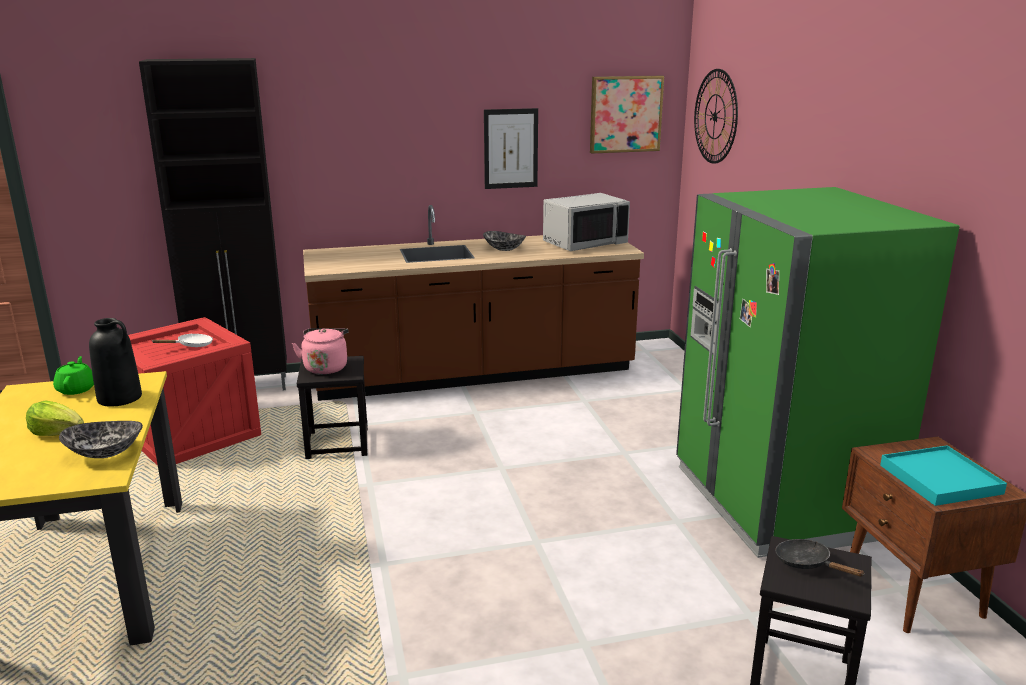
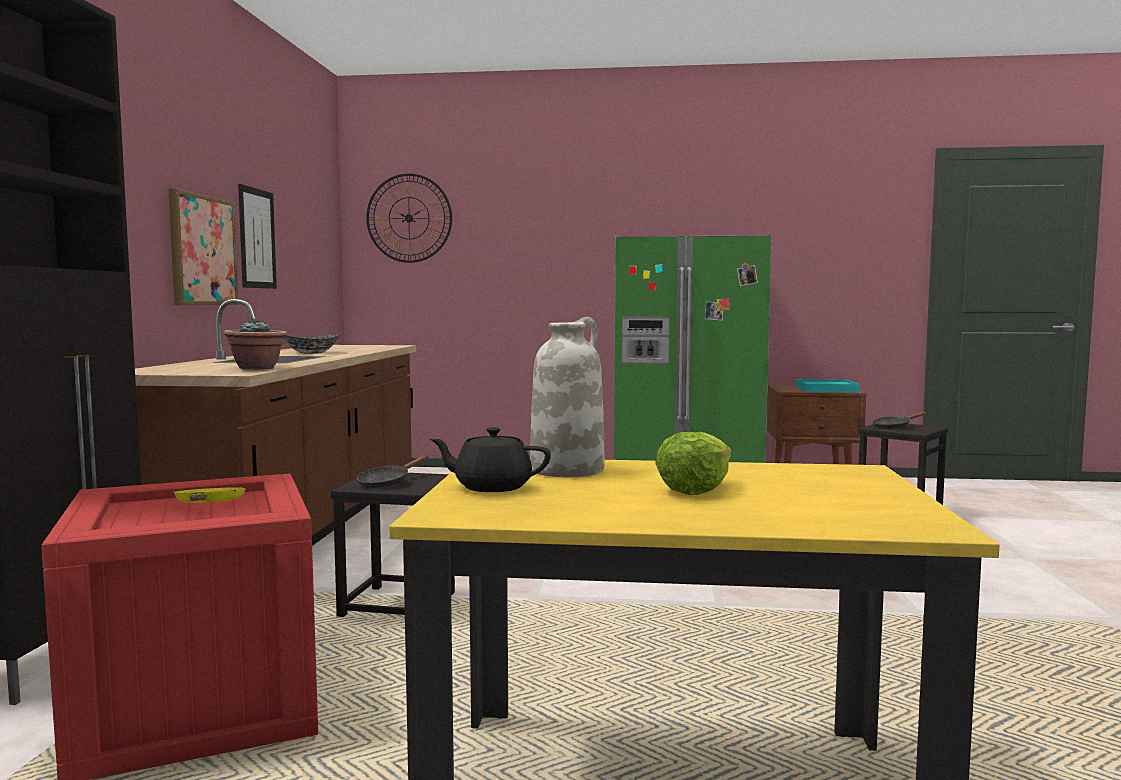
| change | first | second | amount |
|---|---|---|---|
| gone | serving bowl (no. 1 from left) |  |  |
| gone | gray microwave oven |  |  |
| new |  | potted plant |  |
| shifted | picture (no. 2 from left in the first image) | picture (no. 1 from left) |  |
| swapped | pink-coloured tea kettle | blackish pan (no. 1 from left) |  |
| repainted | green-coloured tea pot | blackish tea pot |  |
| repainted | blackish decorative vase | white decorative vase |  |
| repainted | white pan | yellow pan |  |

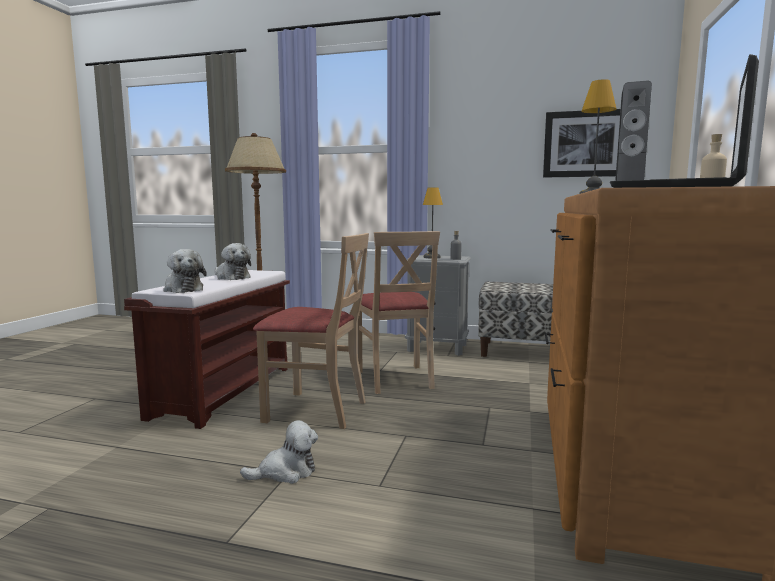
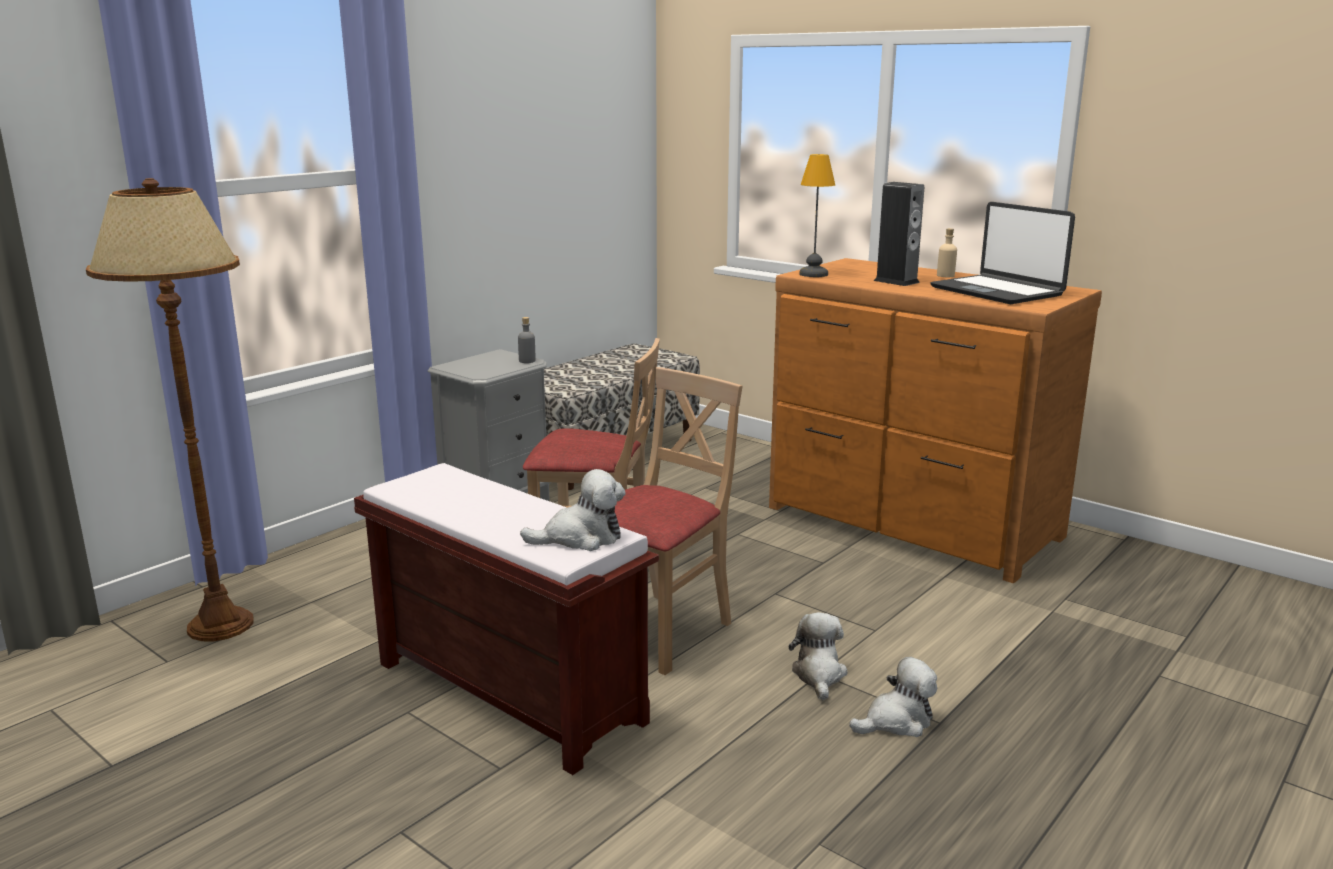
| change | first | second | amount |
|---|---|---|---|
| gone | table lamp (no. 1 from left) |  |  |
| gone | picture |  |  |
| shifted | plush toy (no. 2 from left in the first image) | plush toy (no. 3 from left) |  |

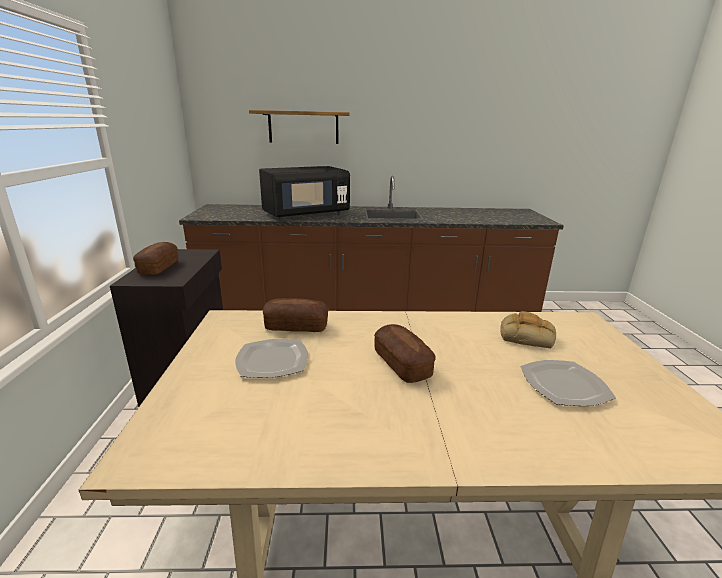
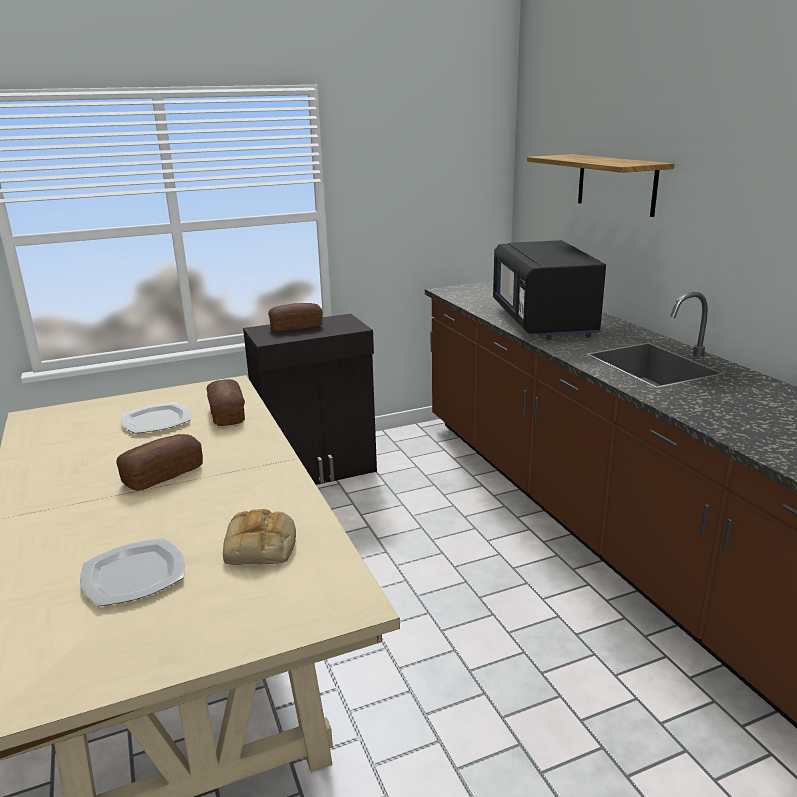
| change | first | second | amount |
|---|---|---|---|
| rotated | blackish microwave oven |  | 45 degrees clockwise |

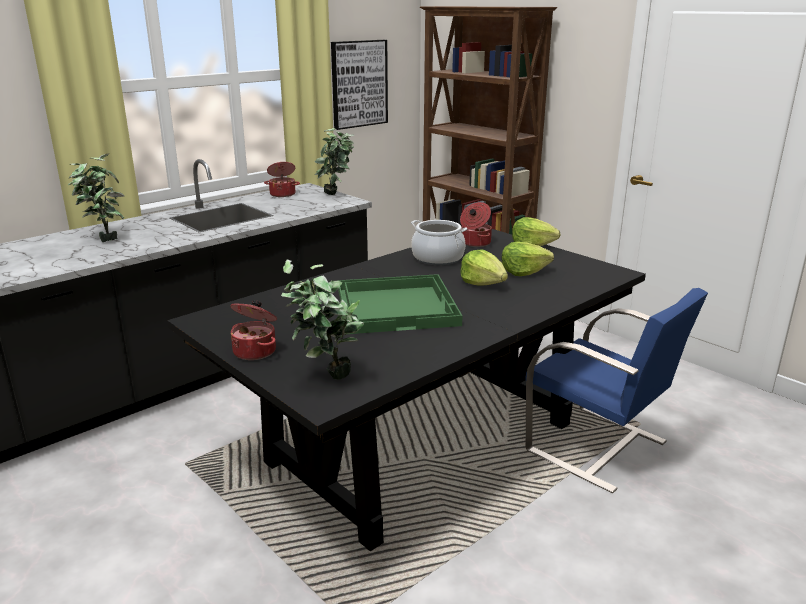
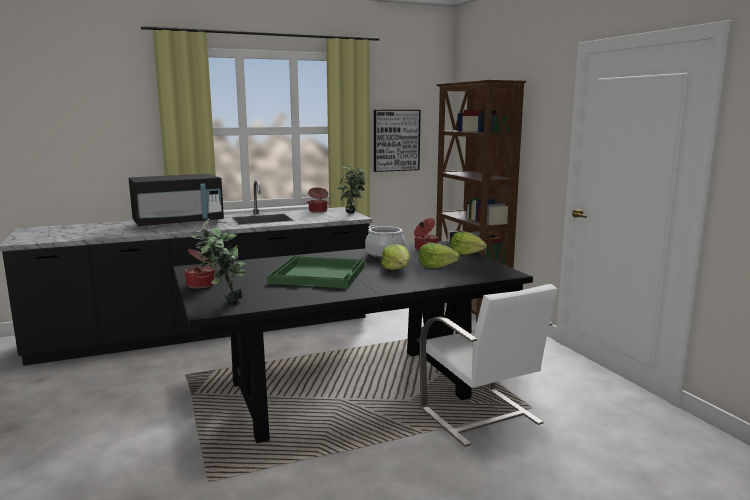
| change | first | second | amount |
|---|---|---|---|
| swapped | potted plant (no. 1 from left) | blackish microwave oven |  |
| repainted | blue plain chair | white plain chair |  |

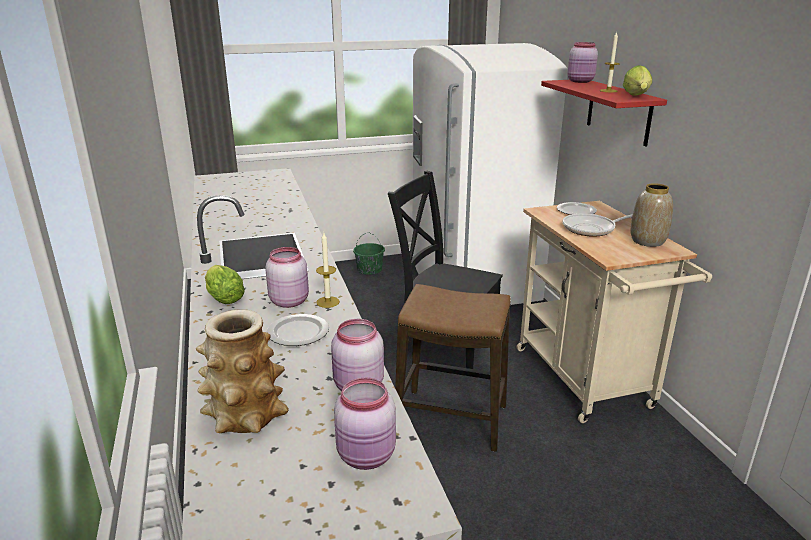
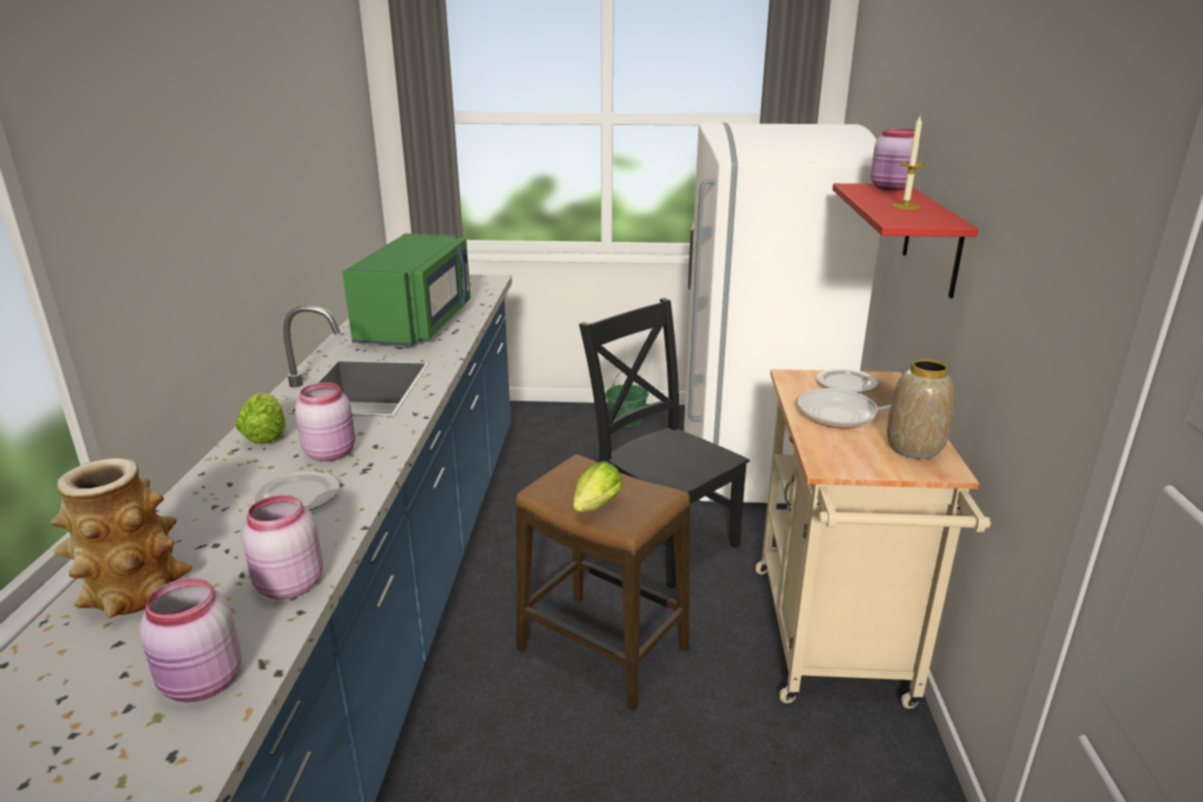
| change | first | second | amount |
|---|---|---|---|
| gone | wax light (no. 1 from left) |  |  |
| new |  | green-coloured microwave oven |  |
| shifted | lettuce head (no. 2 from left) |  |  |

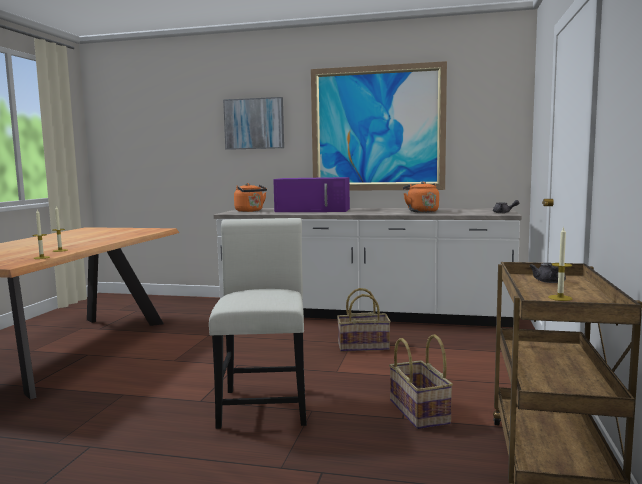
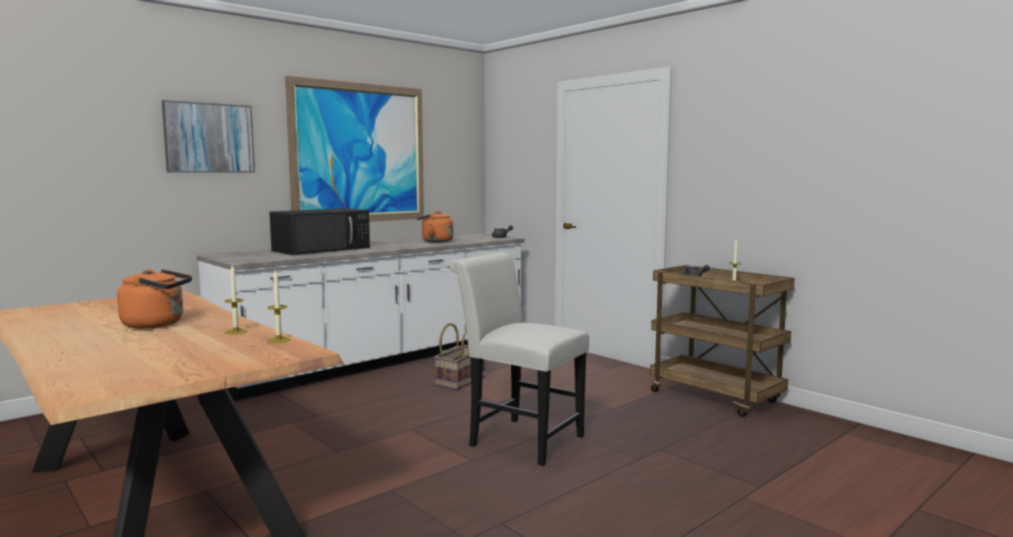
| change | first | second | amount |
|---|---|---|---|
| gone | household basket (no. 2 from left) |  |  |
| shifted | orangey tea kettle (no. 1 from left) |  |  |
| repainted | purple-coloured microwave oven | blackish microwave oven |  |

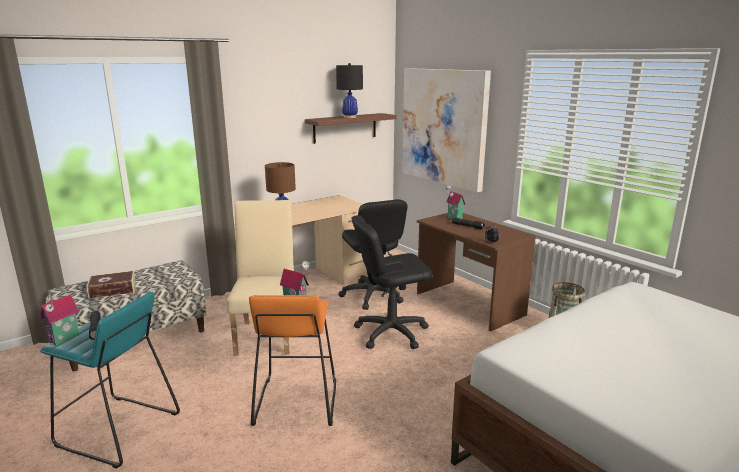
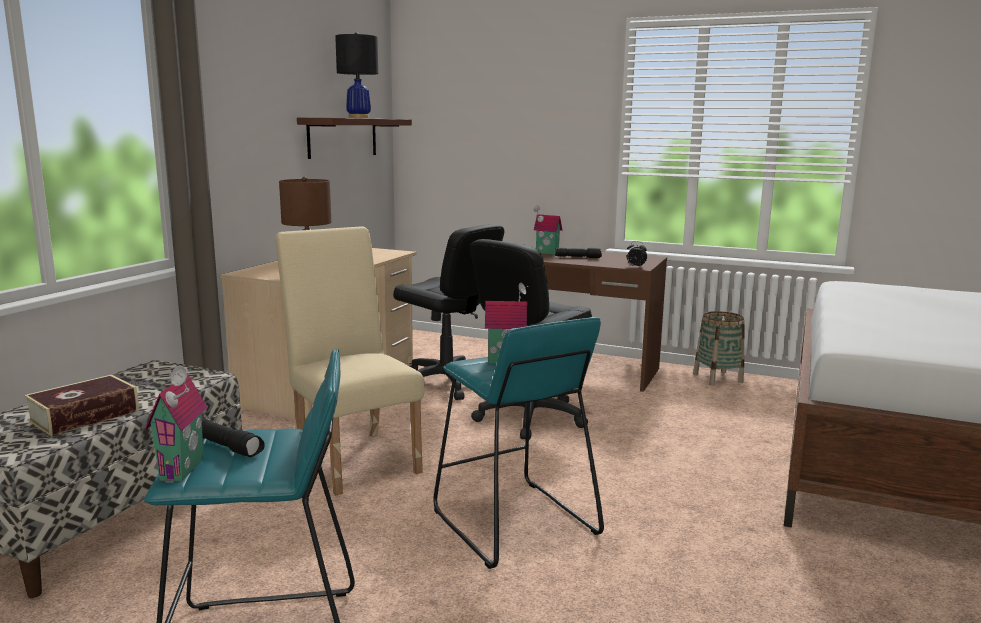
| change | first | second | amount |
|---|---|---|---|
| gone | picture |  |  |
| repainted | orangey stool seat | turquoise-coloured stool seat (no. 2 from left) |  |

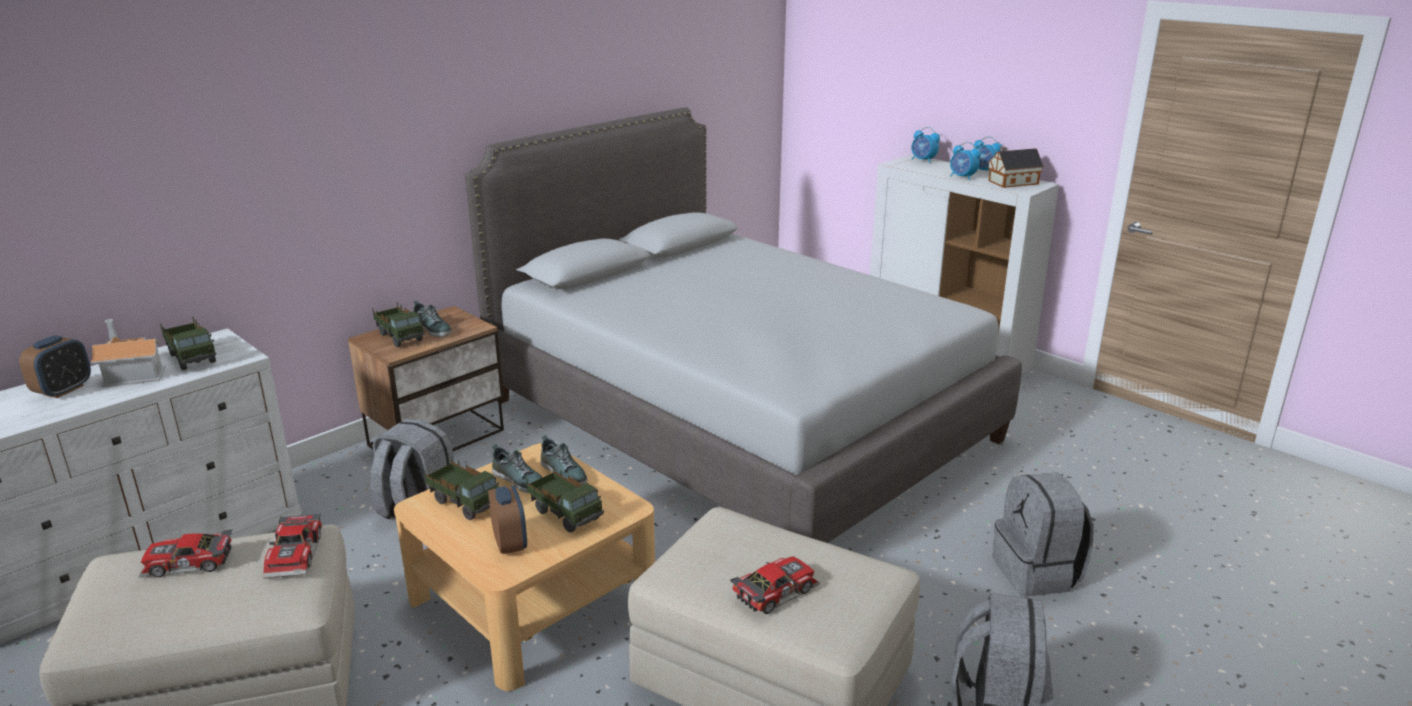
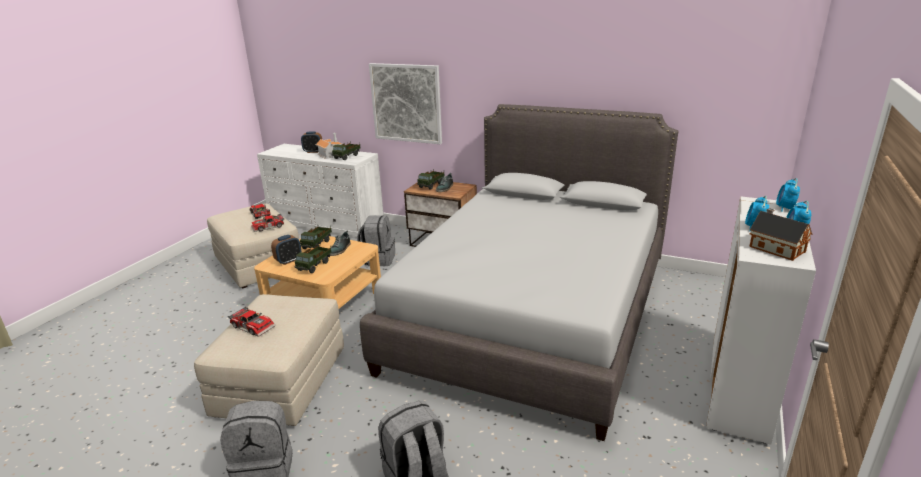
| change | first | second | amount |
|---|---|---|---|
| gone | item of footwear (no. 3 from left) |  |  |
| new |  | picture |  |

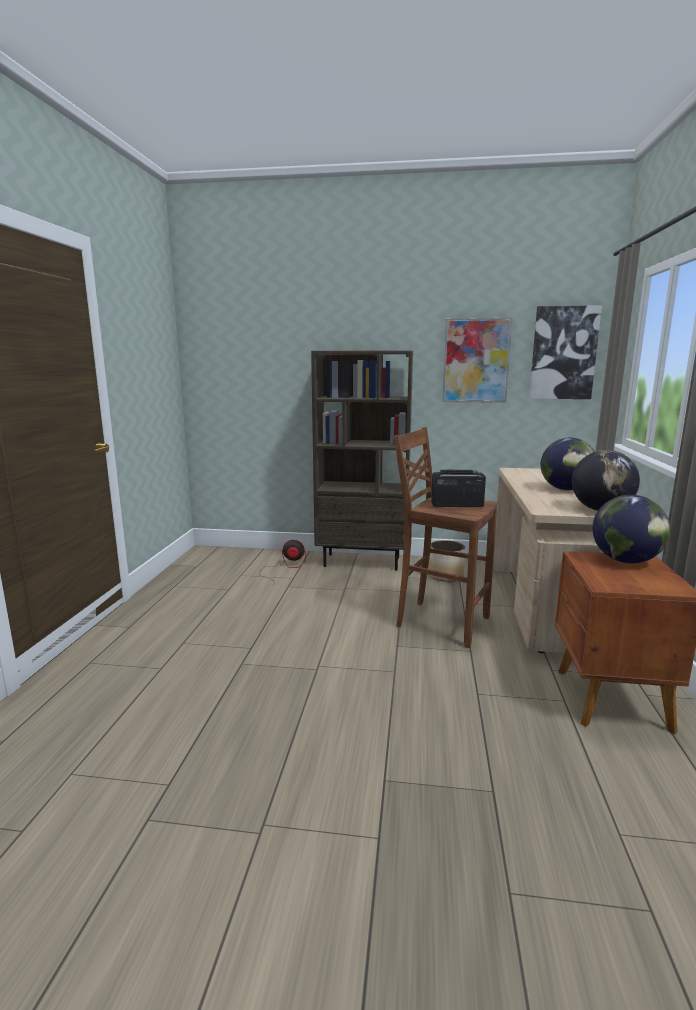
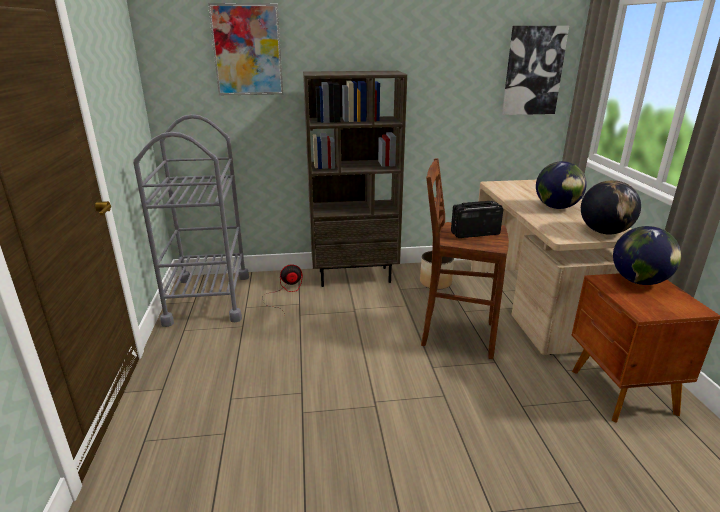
| change | first | second | amount |
|---|---|---|---|
| new |  | gray trolley |  |
| shifted | picture (no. 1 from left) |  |  |

